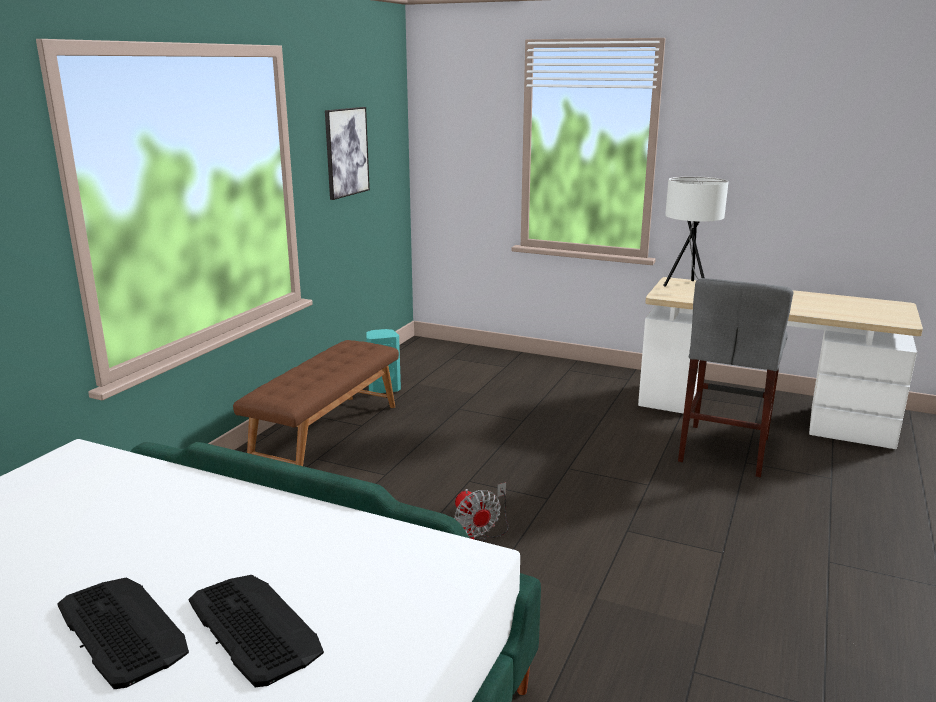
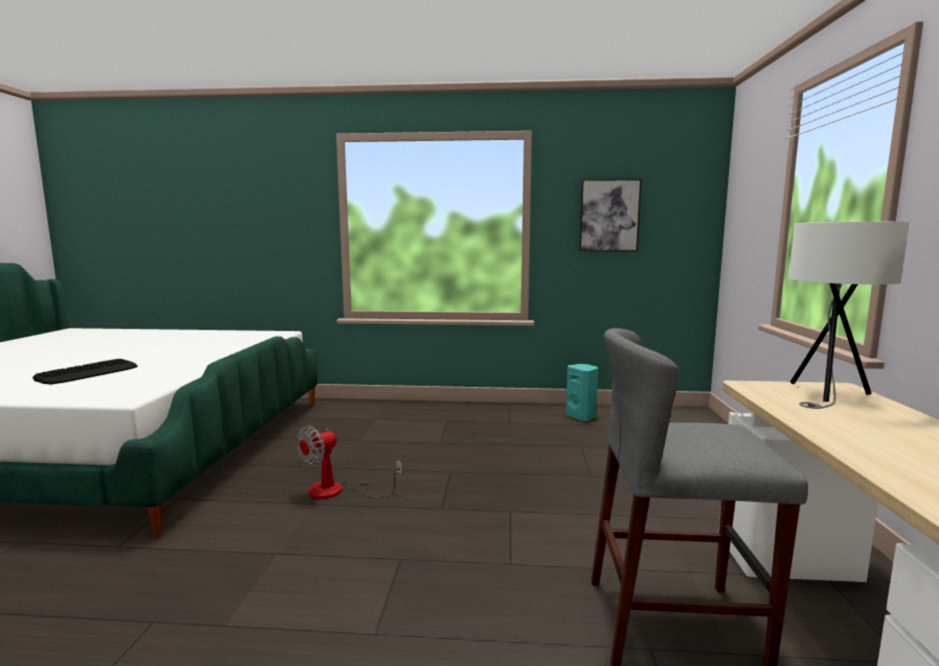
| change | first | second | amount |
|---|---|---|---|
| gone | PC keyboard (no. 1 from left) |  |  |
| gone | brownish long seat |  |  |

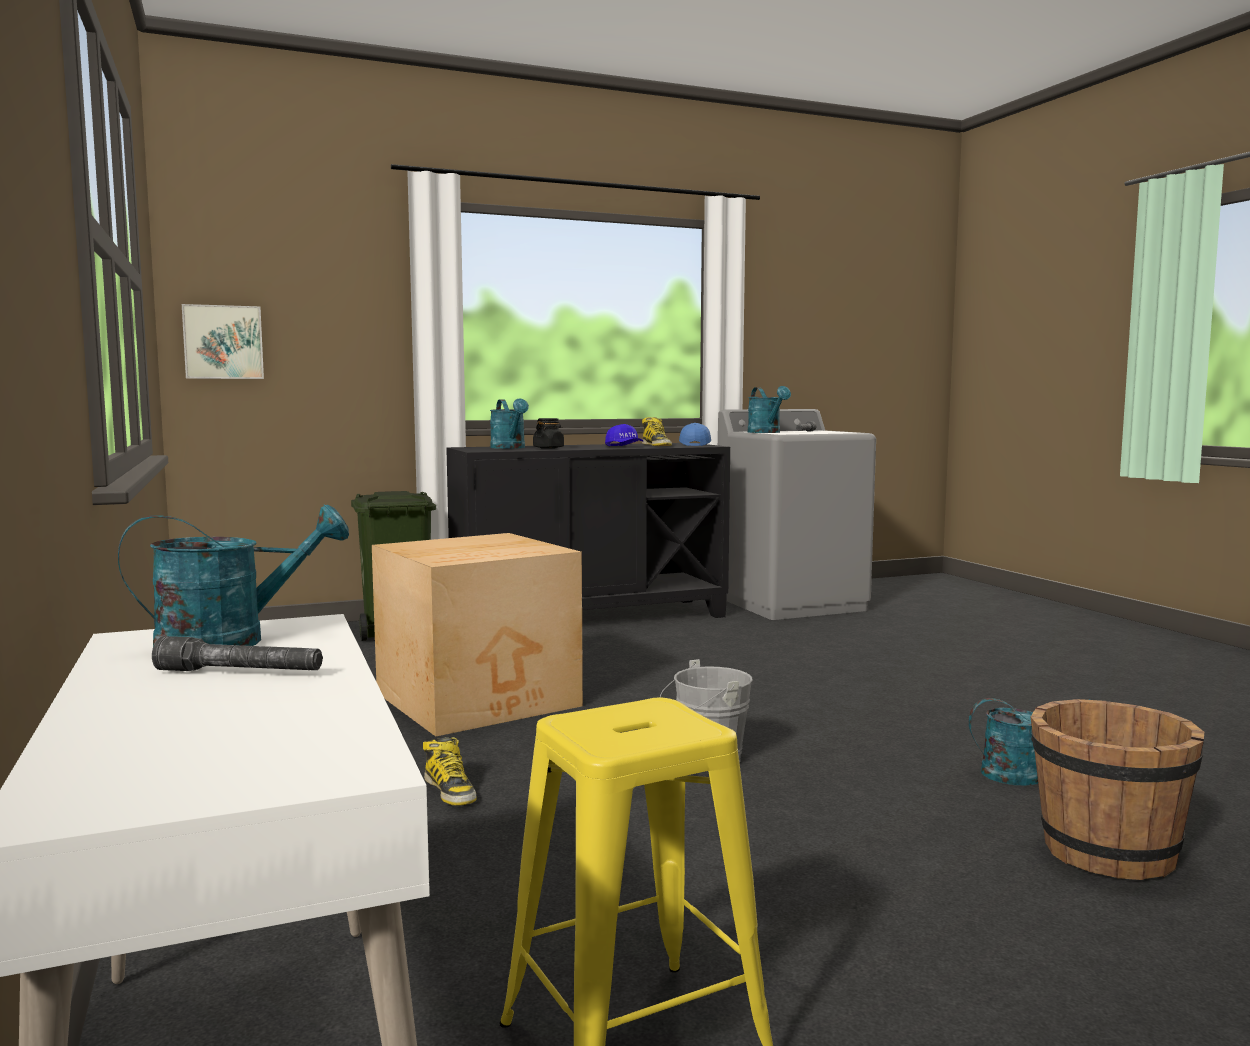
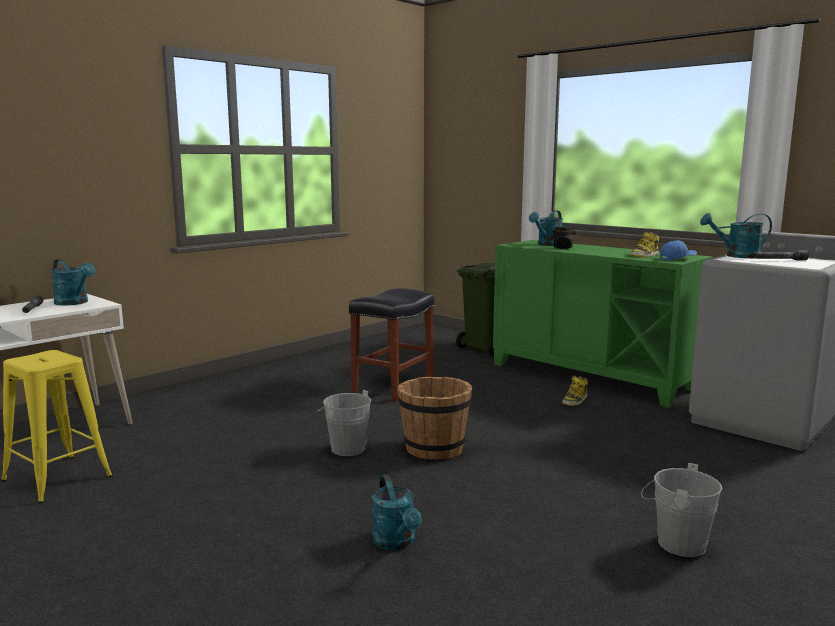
| change | first | second | amount |
|---|---|---|---|
| gone | picture |  |  |
| gone | blue peaked cap (no. 1 from left) |  |  |
| new |  | gray pail (no. 2 from left) |  |
| shifted | boot (no. 1 from left) |  |  |
| shifted | brownish pail |  |  |
| swapped | carton | blackish stool seat |  |
| repainted | blackish cabinet | green-coloured cabinet |  |
| rotated | turquoise-coloured watering can (no. 3 from left in the first image) | turquoise-coloured watering can (no. 4 from left) | 45 degrees clockwise |

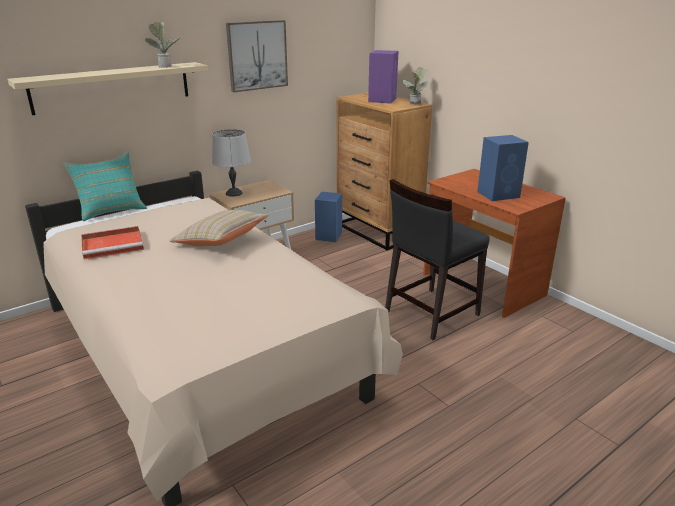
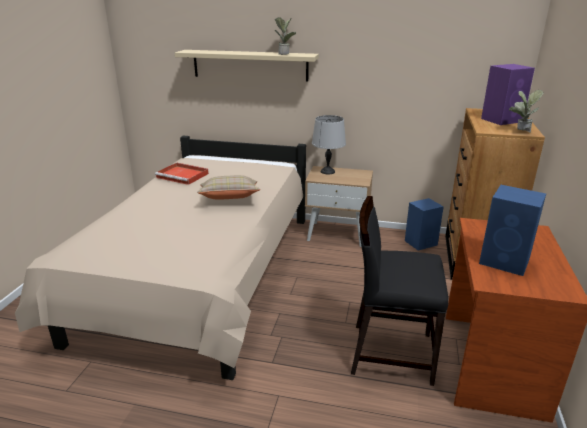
| change | first | second | amount |
|---|---|---|---|
| gone | turquoise-coloured throw pillow |  |  |
| gone | picture |  |  |

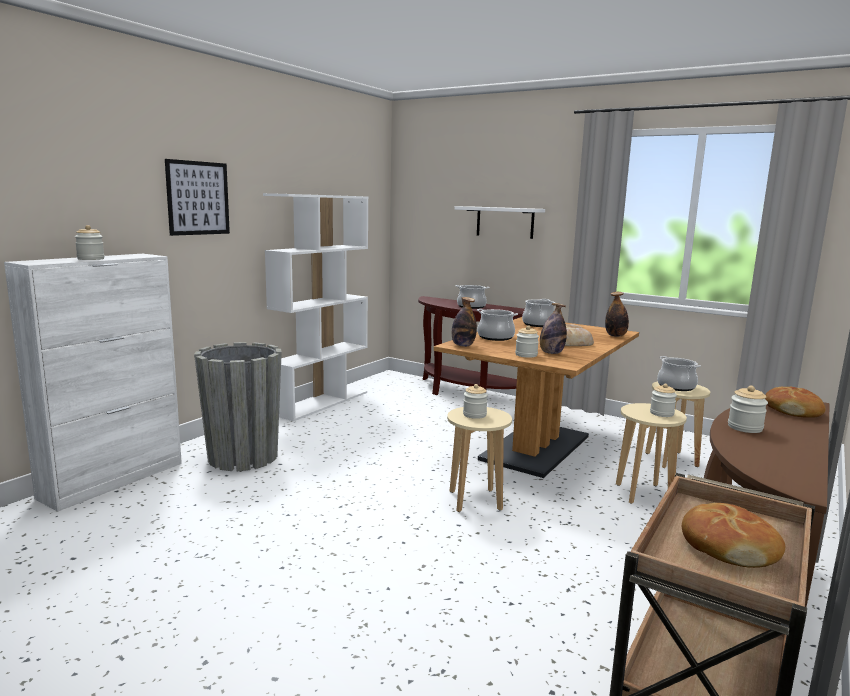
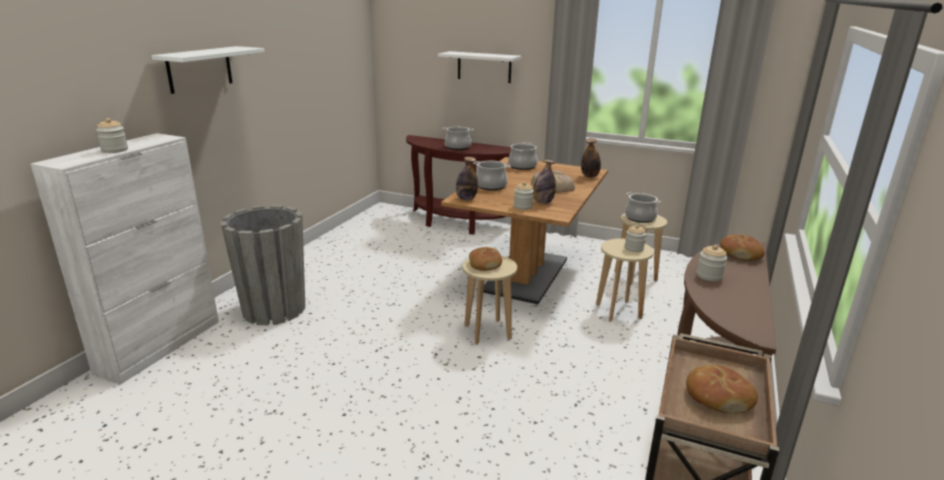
| change | first | second | amount |
|---|---|---|---|
| gone | white bookshelf |  |  |
| swapped | picture | white shelf (no. 1 from left) |  |
| swapped | storage jar (no. 2 from left) | bakery bread (no. 1 from left) |  |

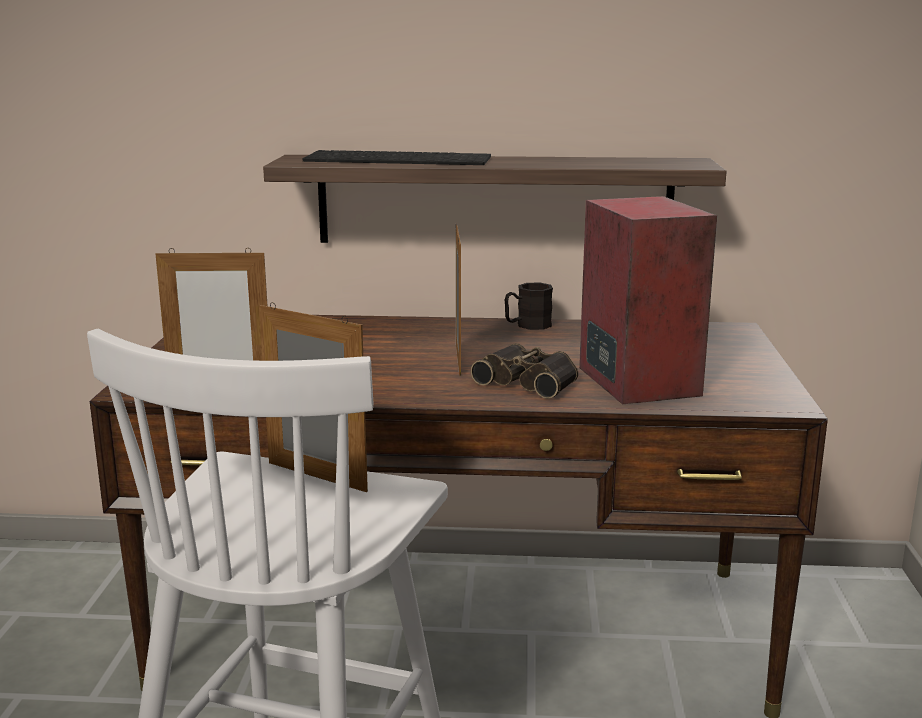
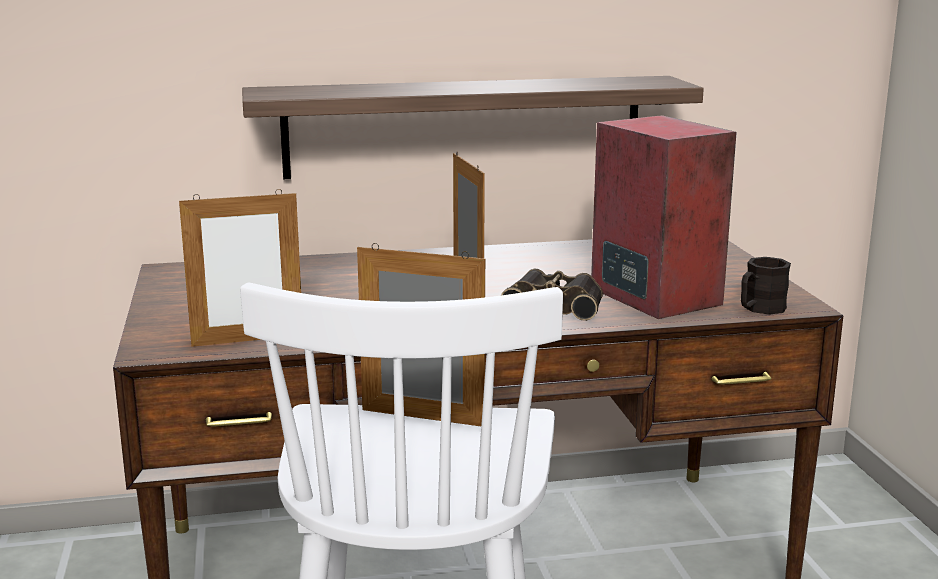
| change | first | second | amount |
|---|---|---|---|
| gone | PC keyboard |  |  |
| shifted | blackish mug |  |  |

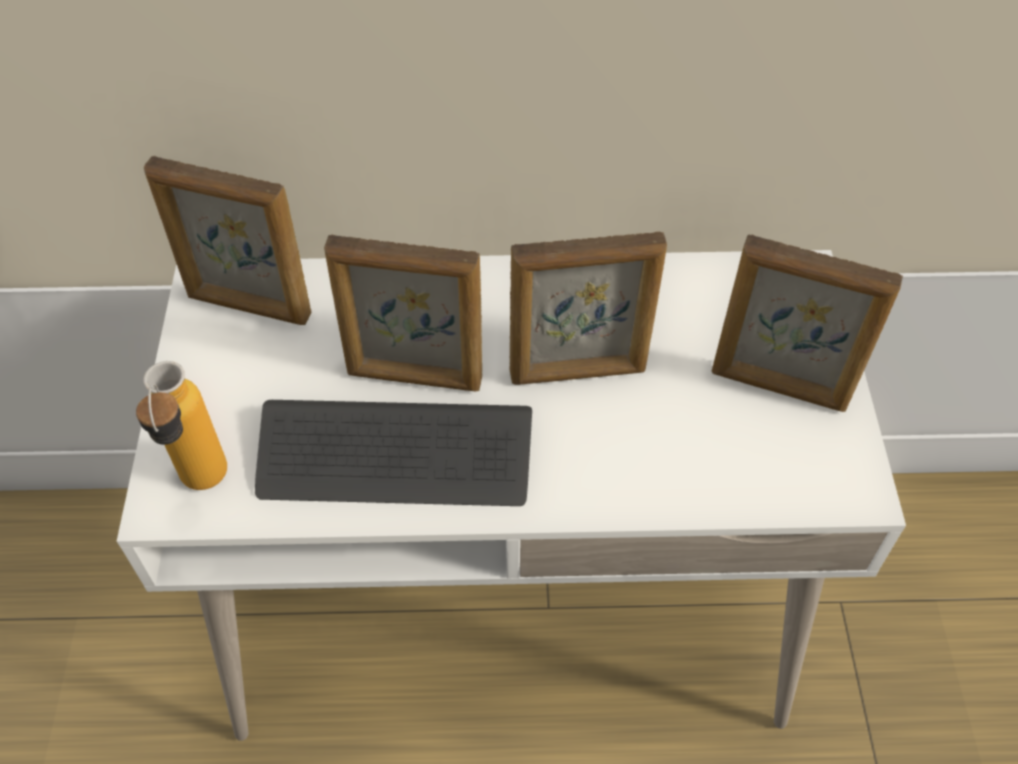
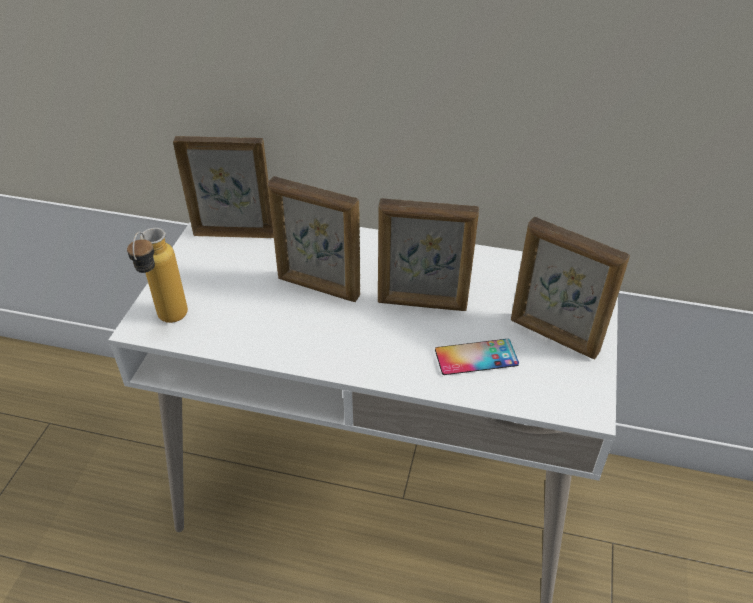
| change | first | second | amount |
|---|---|---|---|
| gone | PC keyboard |  |  |
| new |  | telephone |  |
| rotated | picture frame (no. 1 from left) |  | 150 degrees clockwise |

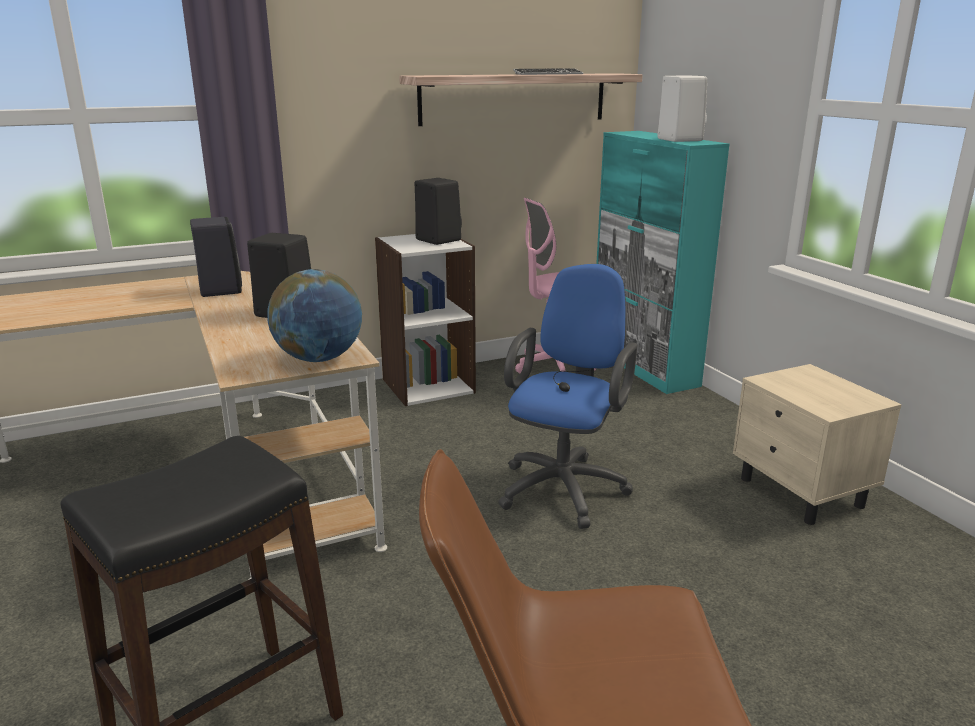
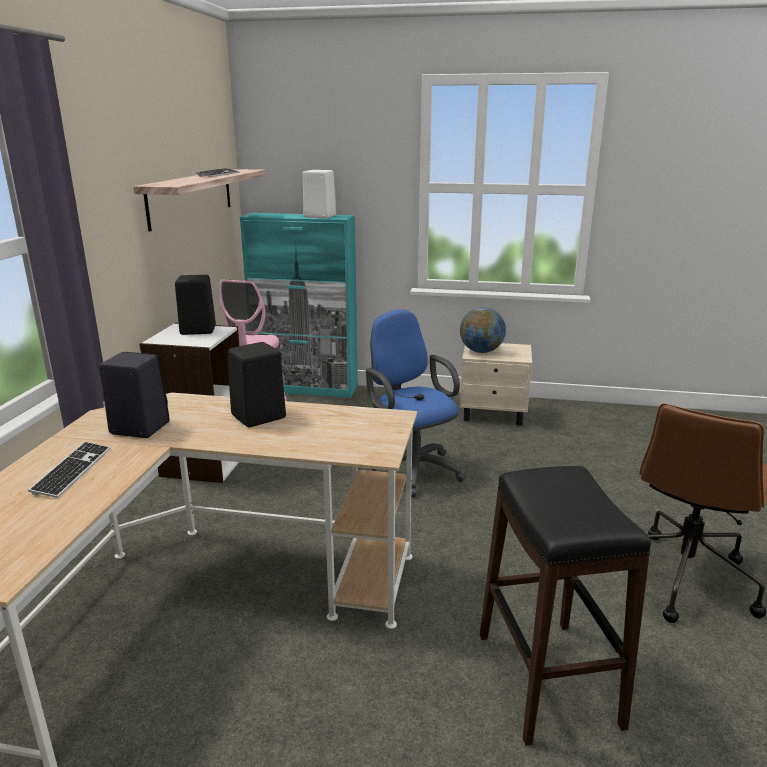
| change | first | second | amount |
|---|---|---|---|
| new |  | PC keyboard (no. 1 from left) |  |
| shifted | desk globe |  |  |

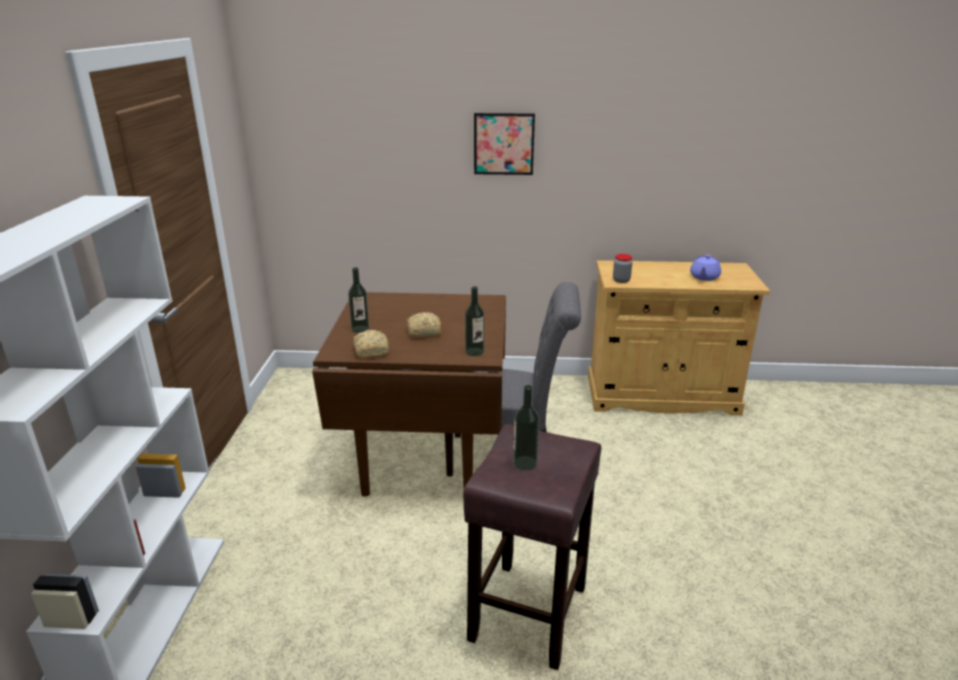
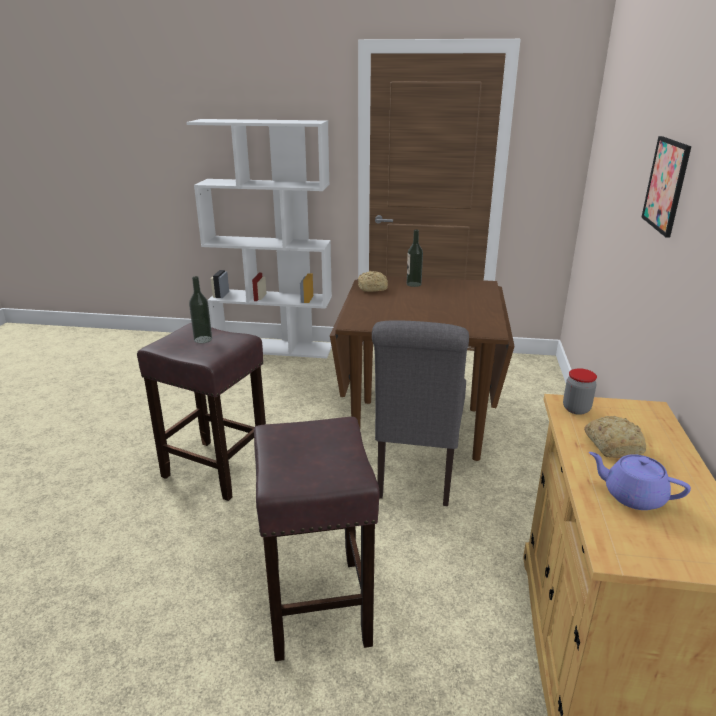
| change | first | second | amount |
|---|---|---|---|
| gone | beverage bottle (no. 2 from left) |  |  |
| new |  | brownish stool seat (no. 2 from left) |  |
| shifted | bakery bread (no. 2 from left) |  |  |

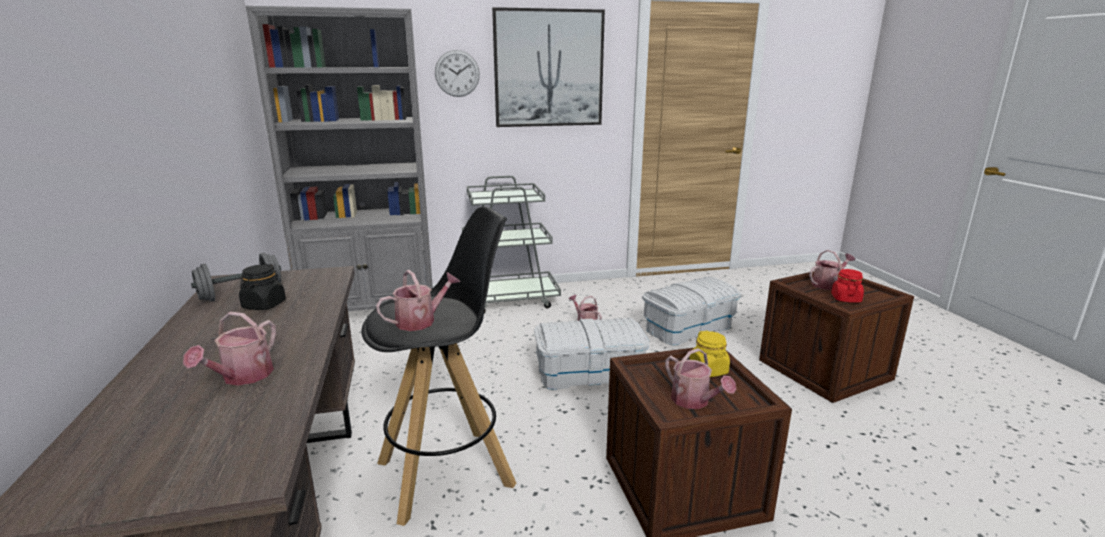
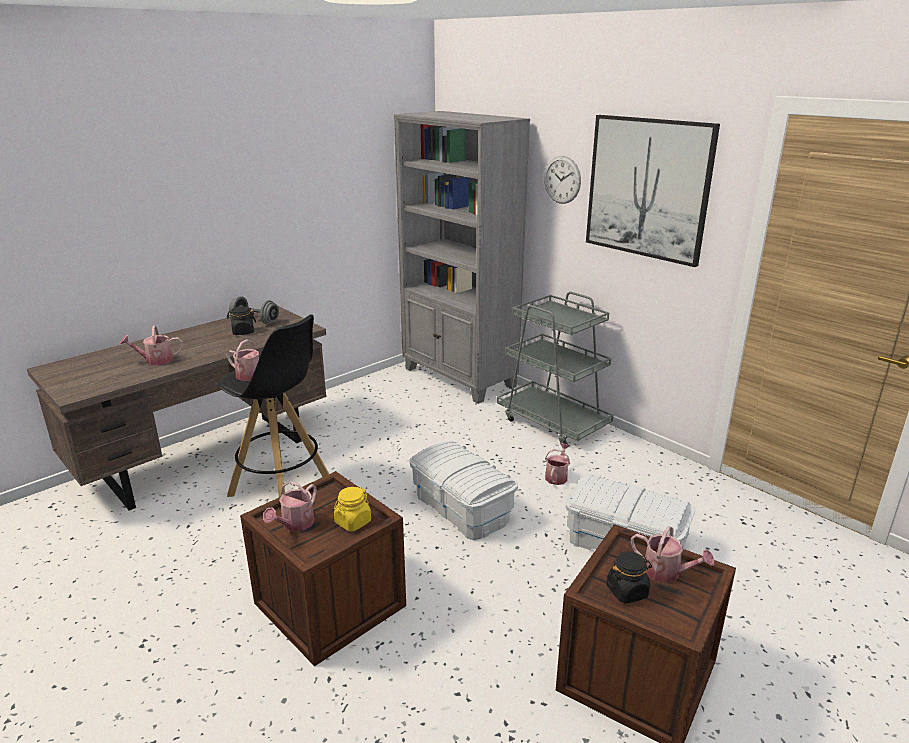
| change | first | second | amount |
|---|---|---|---|
| repainted | red storage jar | blackish storage jar (no. 2 from left) |  |

